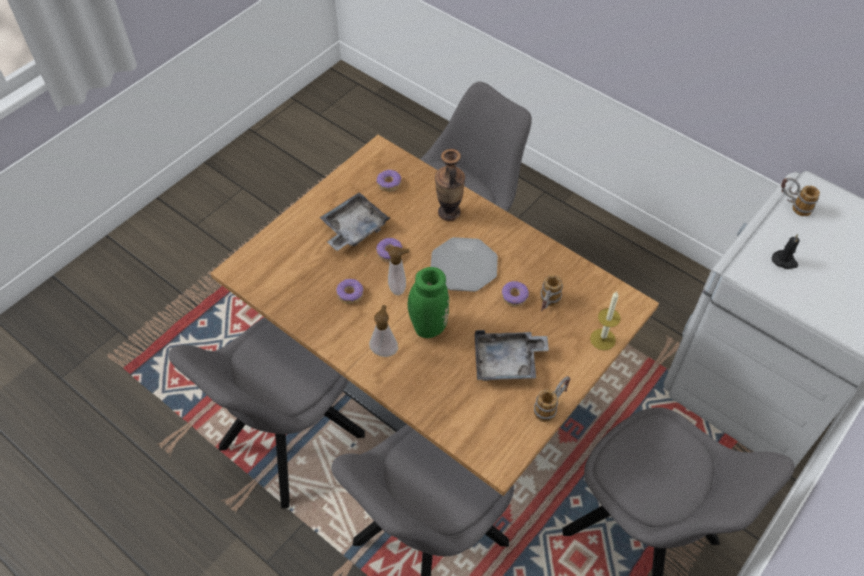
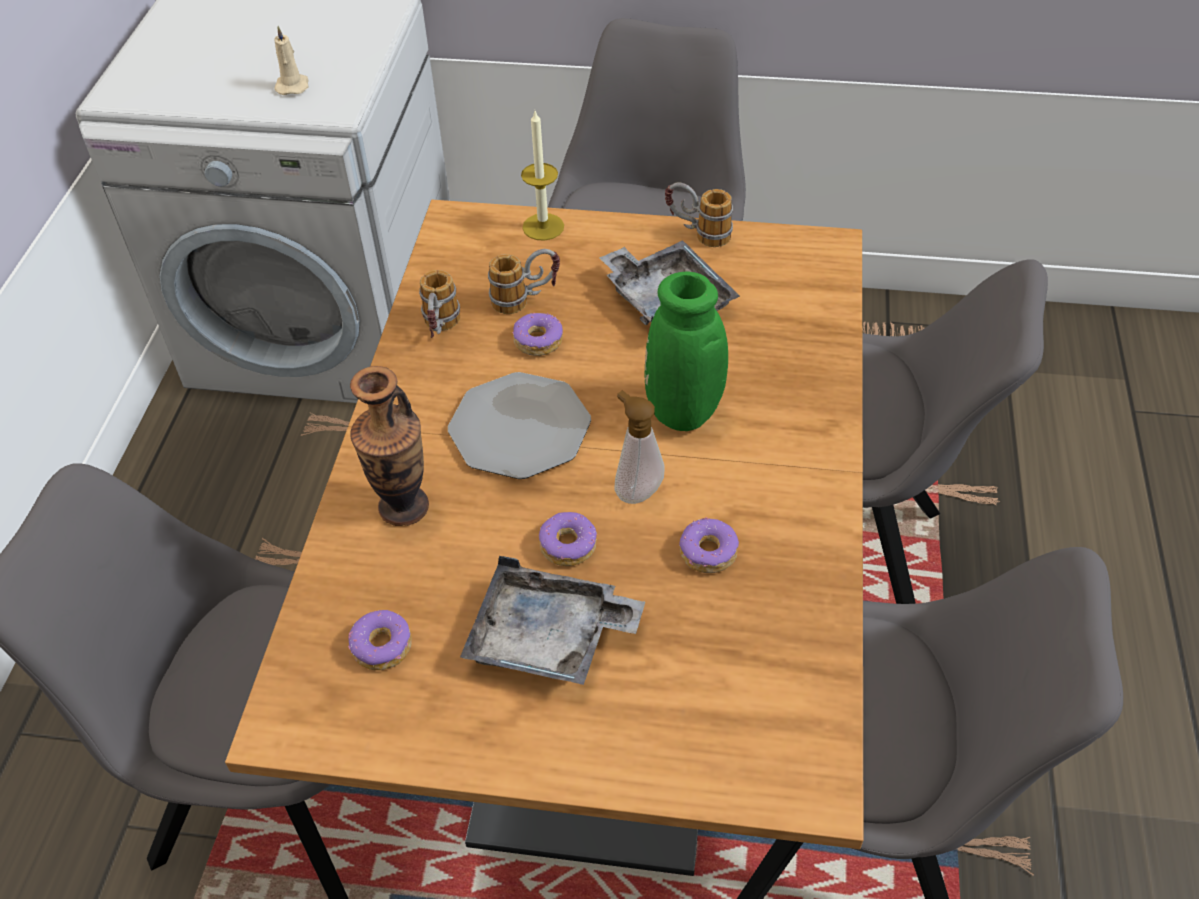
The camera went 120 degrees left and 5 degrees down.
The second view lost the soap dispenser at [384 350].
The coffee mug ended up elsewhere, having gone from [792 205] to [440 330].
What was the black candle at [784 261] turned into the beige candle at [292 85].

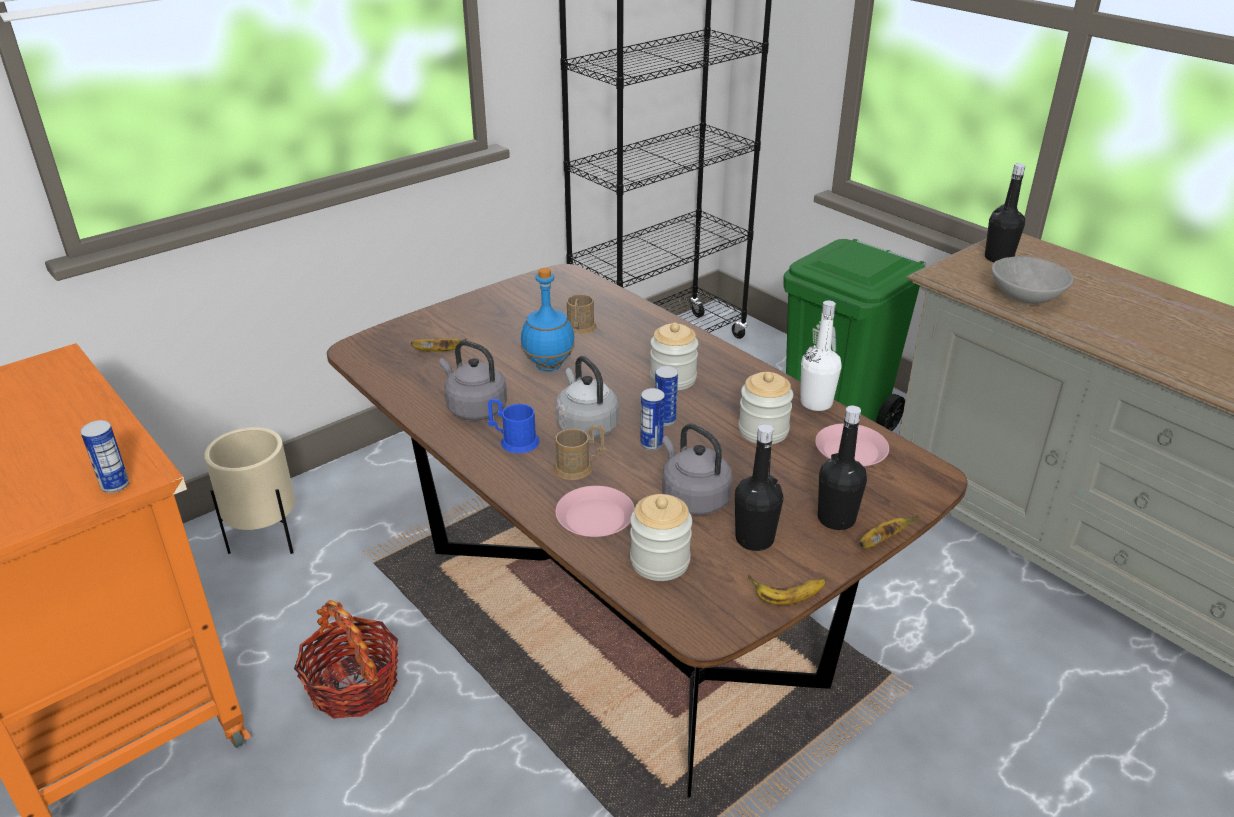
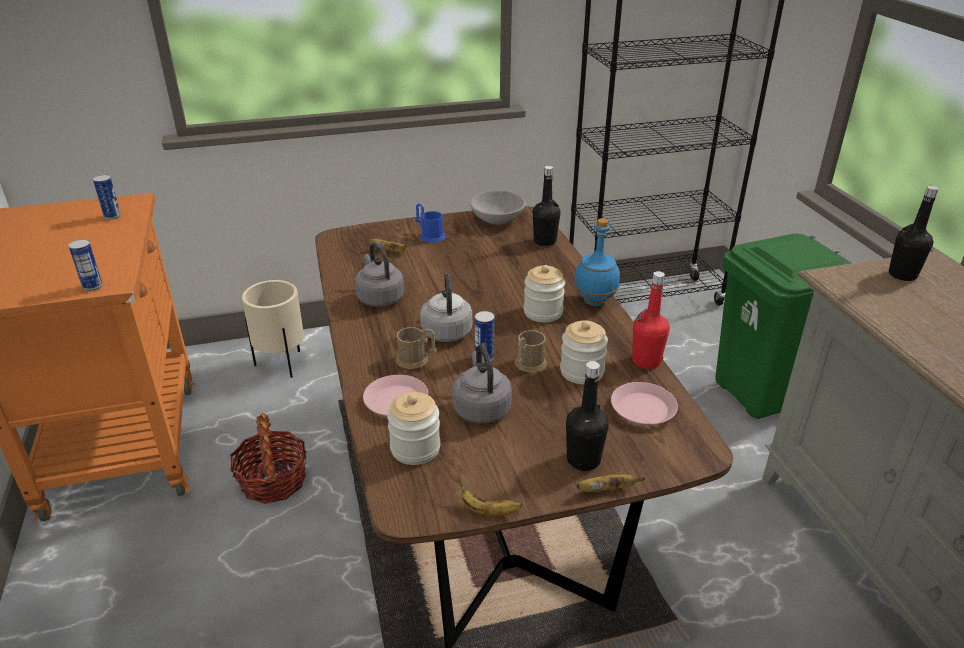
The camera went 25 degrees right and 0 degrees up.
The blue-coloured coffee mug ended up elsewhere, having gone from [514 441] to [429 235].
The blue-coloured beverage bottle ended up elsewhere, having gone from [549 365] to [595 301].
The brownish coffee mug ended up elsewhere, having gone from [579 329] to [528 365].
The can ended up elsewhere, having gone from [665 420] to [112 216].
The black beverage bottle ended up elsewhere, having gone from [754 539] to [545 241].
The grey deep dish ended up elsewhere, having gone from [1026 297] to [497 219].
What was the whitish beverage bottle at [816 403] turned into the red-coloured beverage bottle at [646 361].

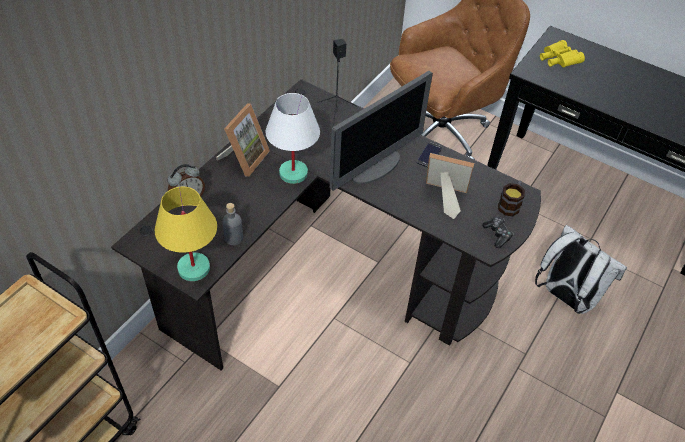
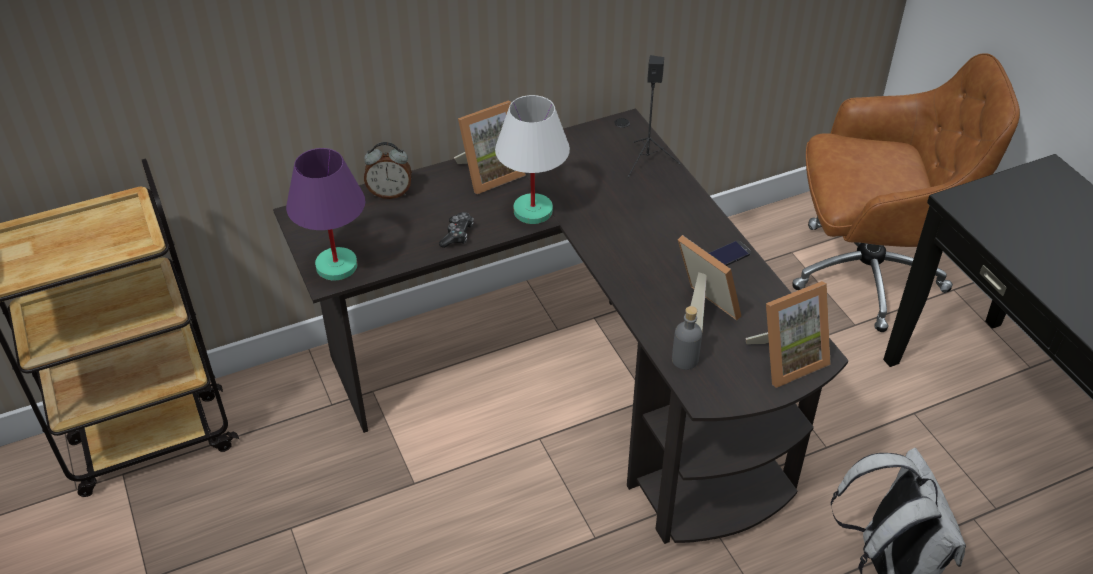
The camera went 35 degrees right and 5 degrees down.
The second view lost the computer display at [376 167].
The second view lost the yellowish pair of binoculars at [557 61].
The grey beverage bottle ended up elsewhere, having gone from [234 238] to [685 360].
The joypad ended up elsewhere, having gone from [497 234] to [457 235].
Where the coffee mug stood at [510 204], the picture frame came to stand at [786 359].
What was the yellowish lamp for a table at [194 267] turned into the purple-coloured lamp for a table at [337 266].

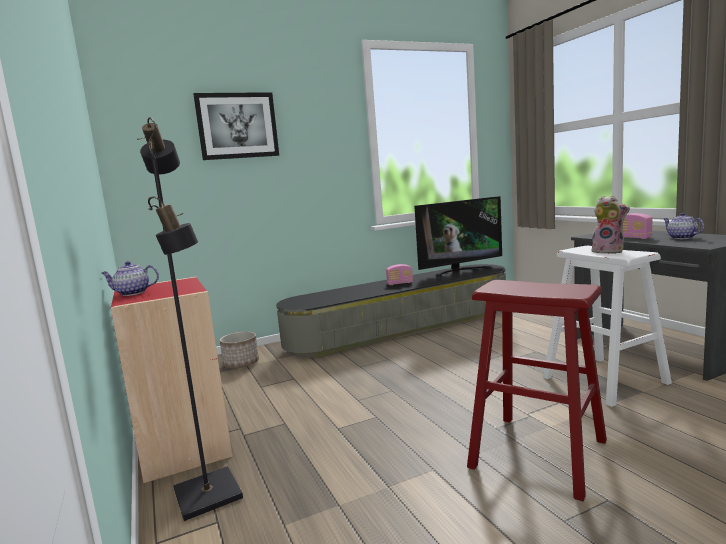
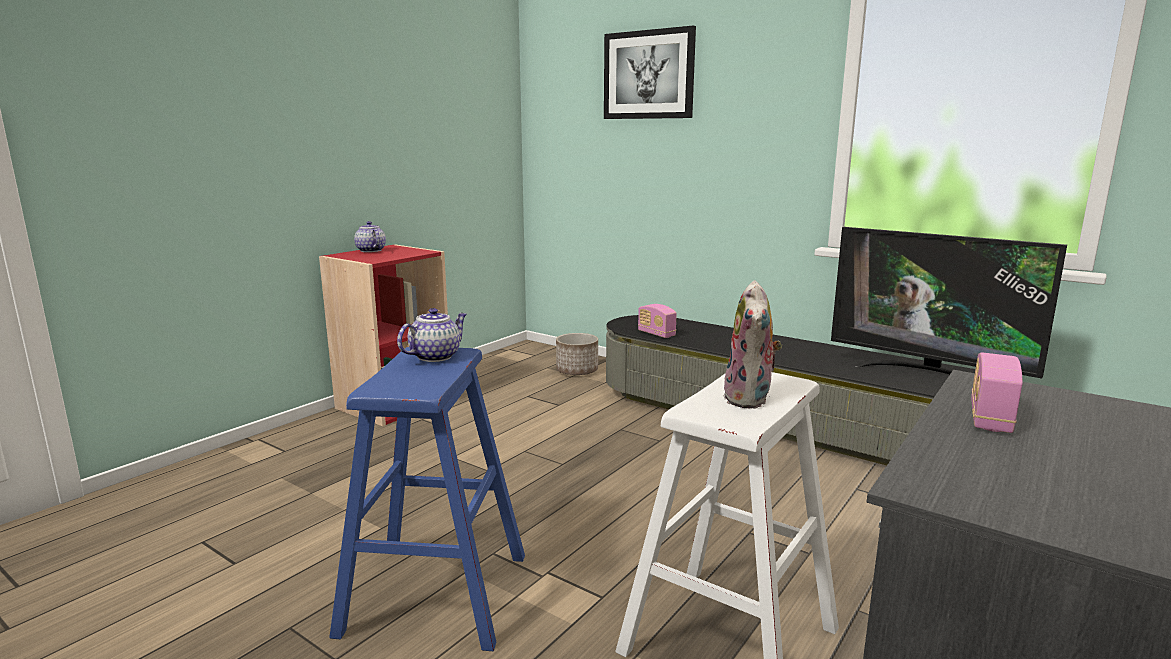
The camera went 60 degrees right and 5 degrees up.
The second view lost the black floor lamp at [207 494].
The radio ended up elsewhere, having gone from [400 283] to [656 334].
The teapot ended up elsewhere, having gone from [681 238] to [435 356].
What was the red-coloured sitting stool at [538 453] turned into the blue-coloured sitting stool at [436 593].

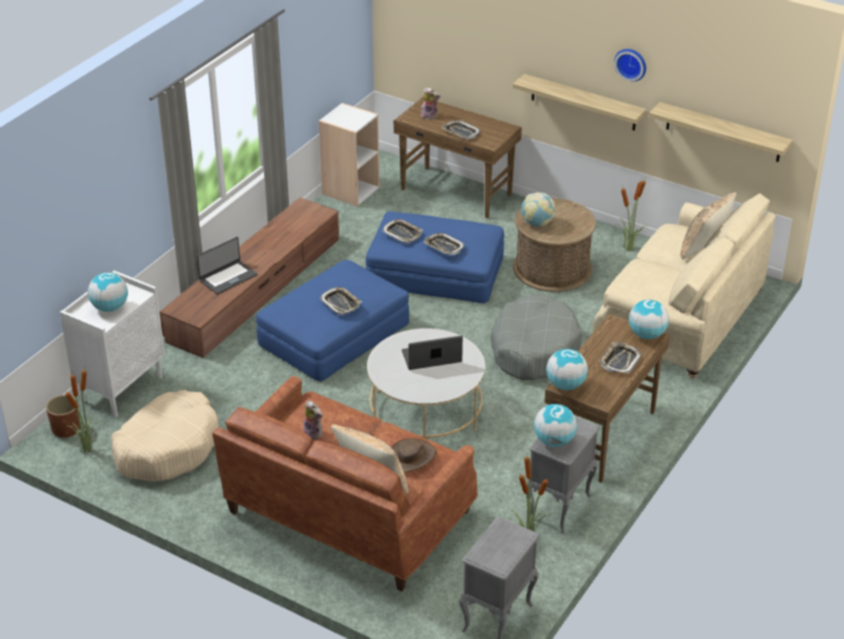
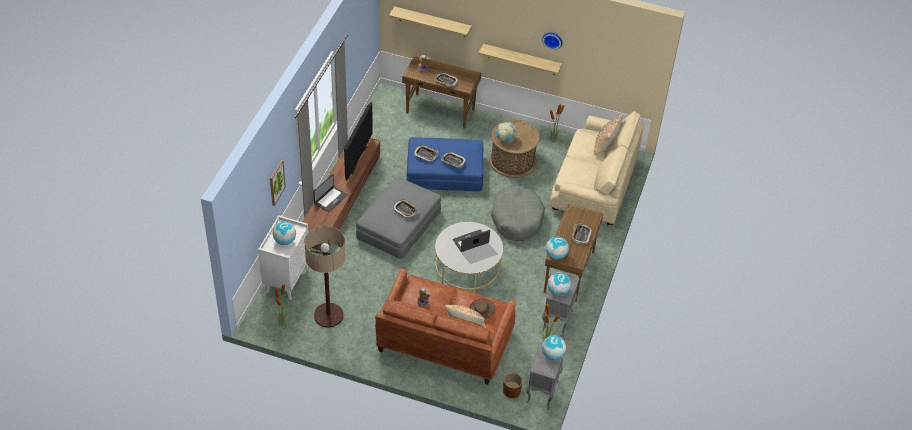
The camera went 15 degrees left and 10 degrees up.
The second view lost the bookcase at [351 190].
The second view gained the picture at [276 182].
The second view gained the television at [358 160].
The brownish flower pot ended up elsewhere, having gone from [66 429] to [511 391].
The globe ended up elsewhere, having gone from [647 335] to [552 355].
The bracket shelf ended up elsewhere, having gone from [723 132] to [432 22].
Where the beige pet bed stood at [167 448], the floor lamp came to stand at [328 315].
What was the blue-coloured ottoman at [334 334] turned into the grey ottoman at [399 224].

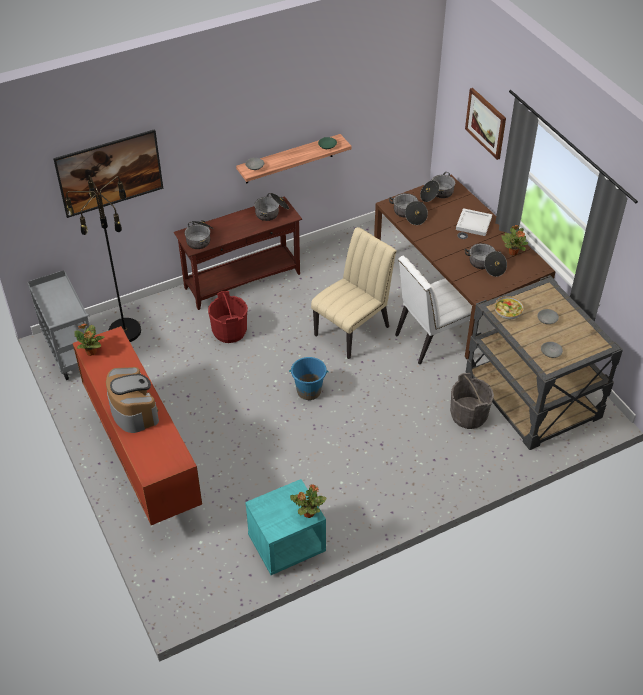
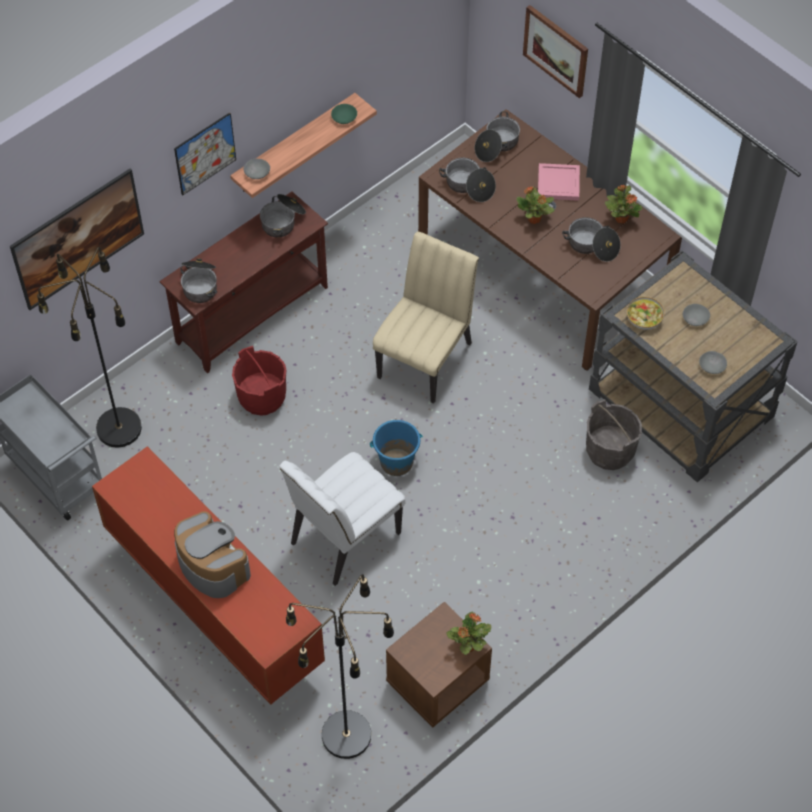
The camera went 15 degrees left and 10 degrees up.
The second view gained the picture at [205 153].
The second view gained the floor lamp at [346 736].
The houseplant ended up elsewhere, having gone from [91 352] to [534 219].
The whitish upright chair ended up elsewhere, having gone from [433 338] to [346 537].
What was the blue-green nightstand at [286 545] turned into the brownish nightstand at [437 682].
What was the whitish serving tray at [473 224] turned into the pink serving tray at [557 184].

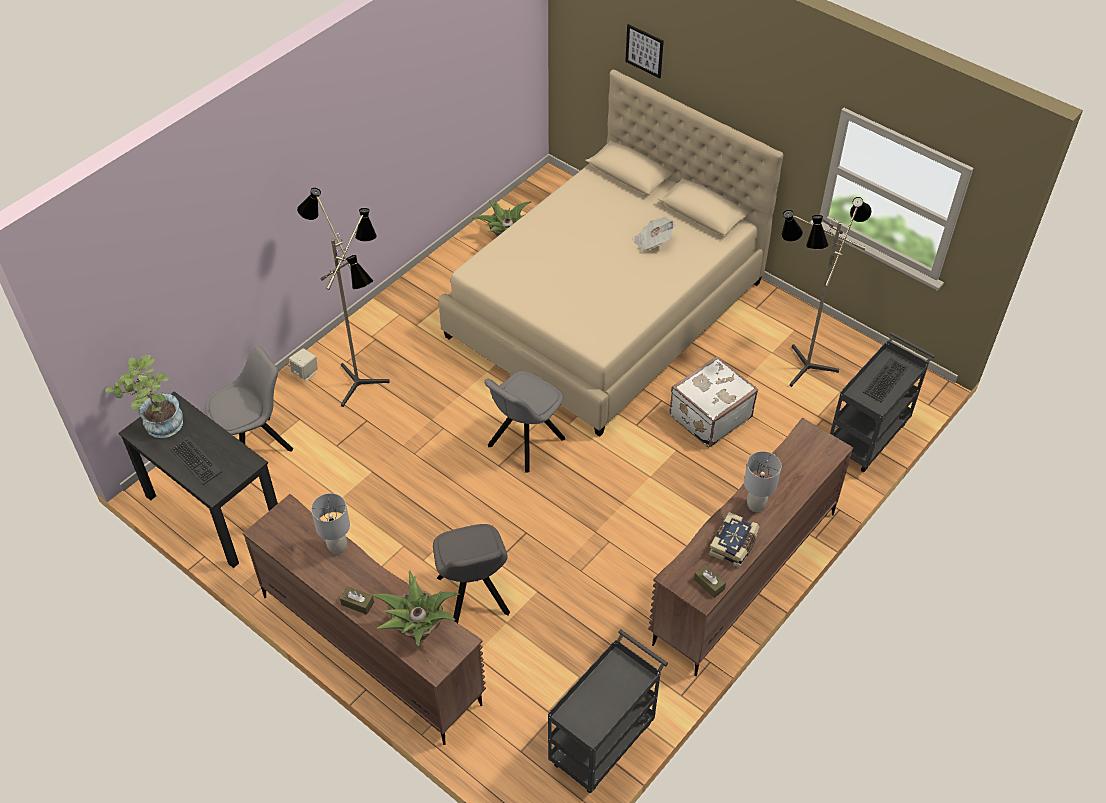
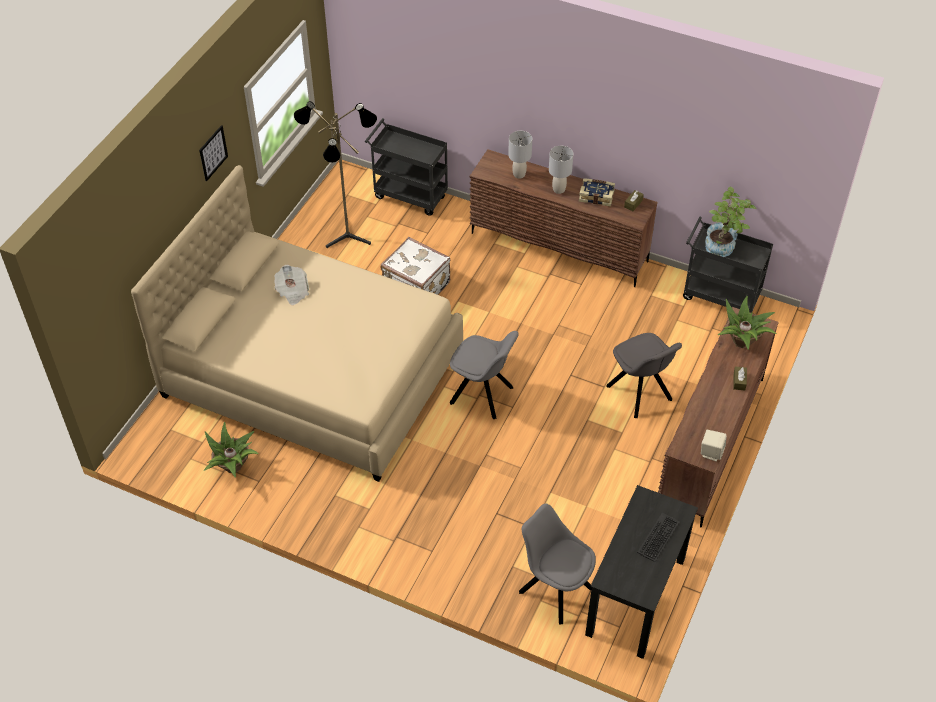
The camera went 105 degrees left and 0 degrees up.
The second view lost the floor lamp at [363 381].
The second view lost the PC keyboard at [886 380].
The houseplant ended up elsewhere, having gone from [158 426] to [723 249].
The beige loudspeaker ended up elsewhere, having gone from [305 373] to [711 452].
The grey lamp for a table ended up elsewhere, having gone from [338 547] to [518 174].
The picture ended up elsewhere, having gone from [644 51] to [213 153].
The grey upright chair at [473 596] ended up facing another way, 90 degrees clockwise from before.

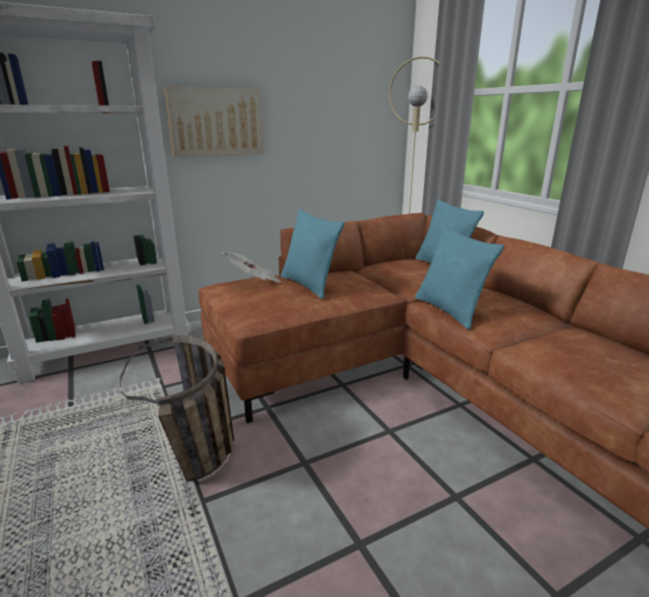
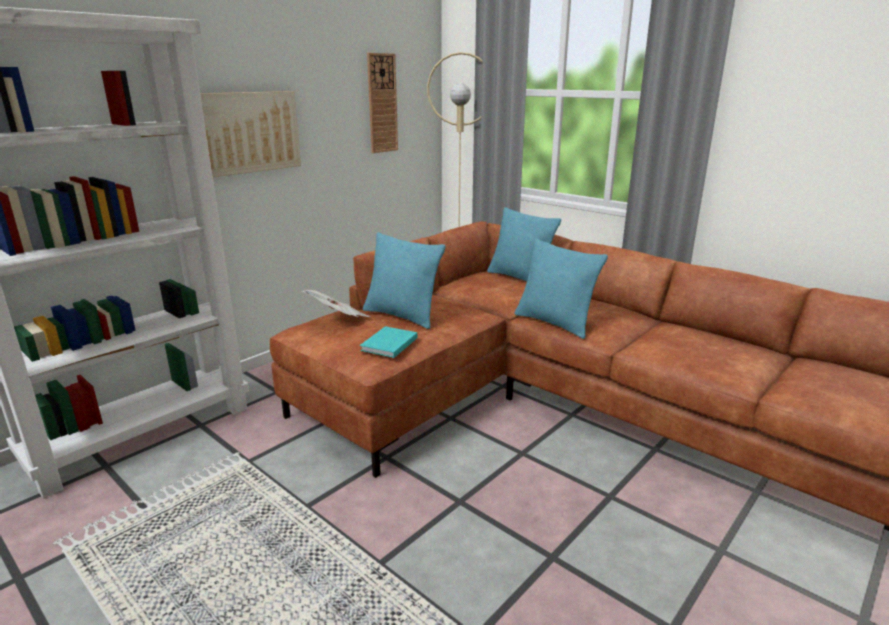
The camera went 20 degrees left and 0 degrees up.
The second view lost the basket at [202 464].
The second view gained the blue-green book at [388 344].
The second view gained the clock on the wall at [382 103].

